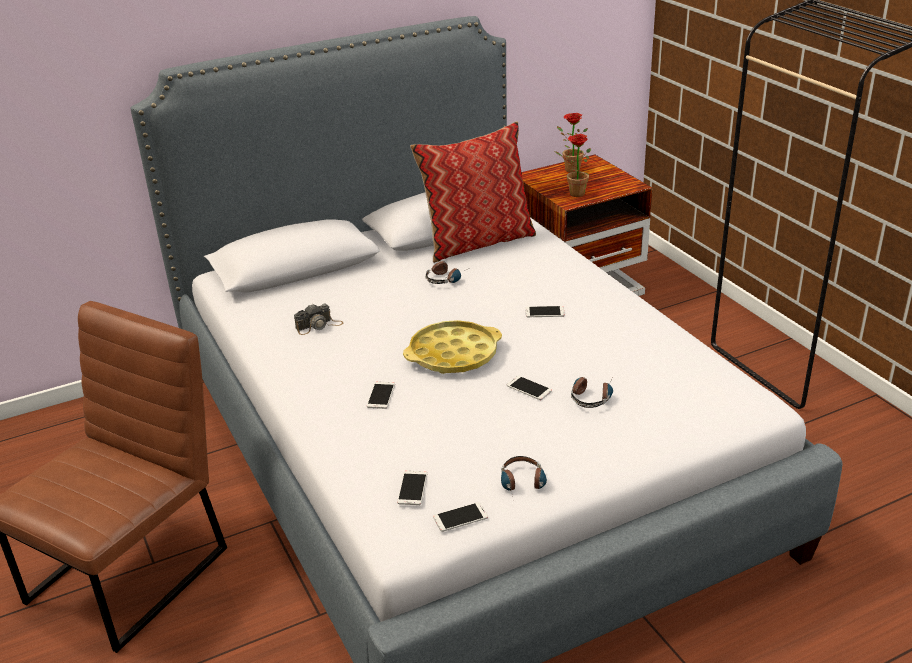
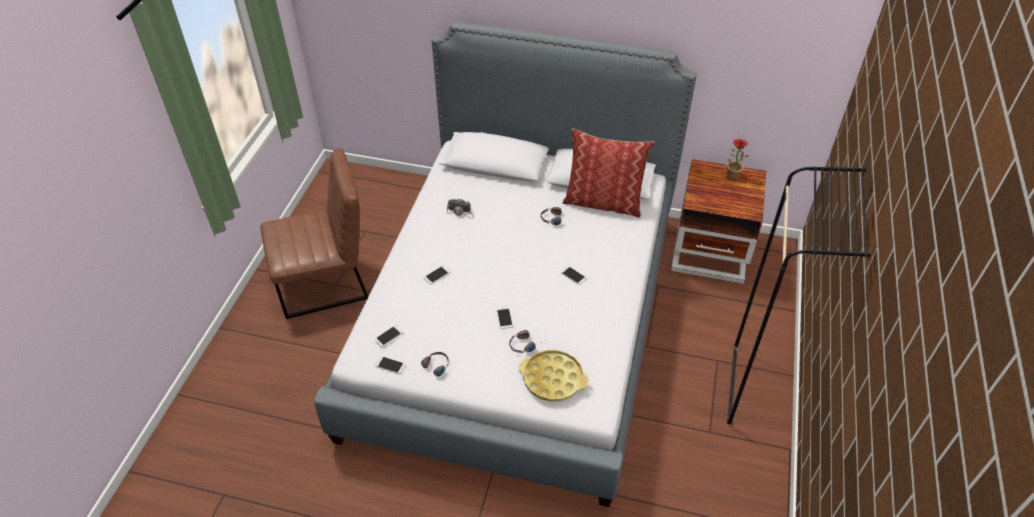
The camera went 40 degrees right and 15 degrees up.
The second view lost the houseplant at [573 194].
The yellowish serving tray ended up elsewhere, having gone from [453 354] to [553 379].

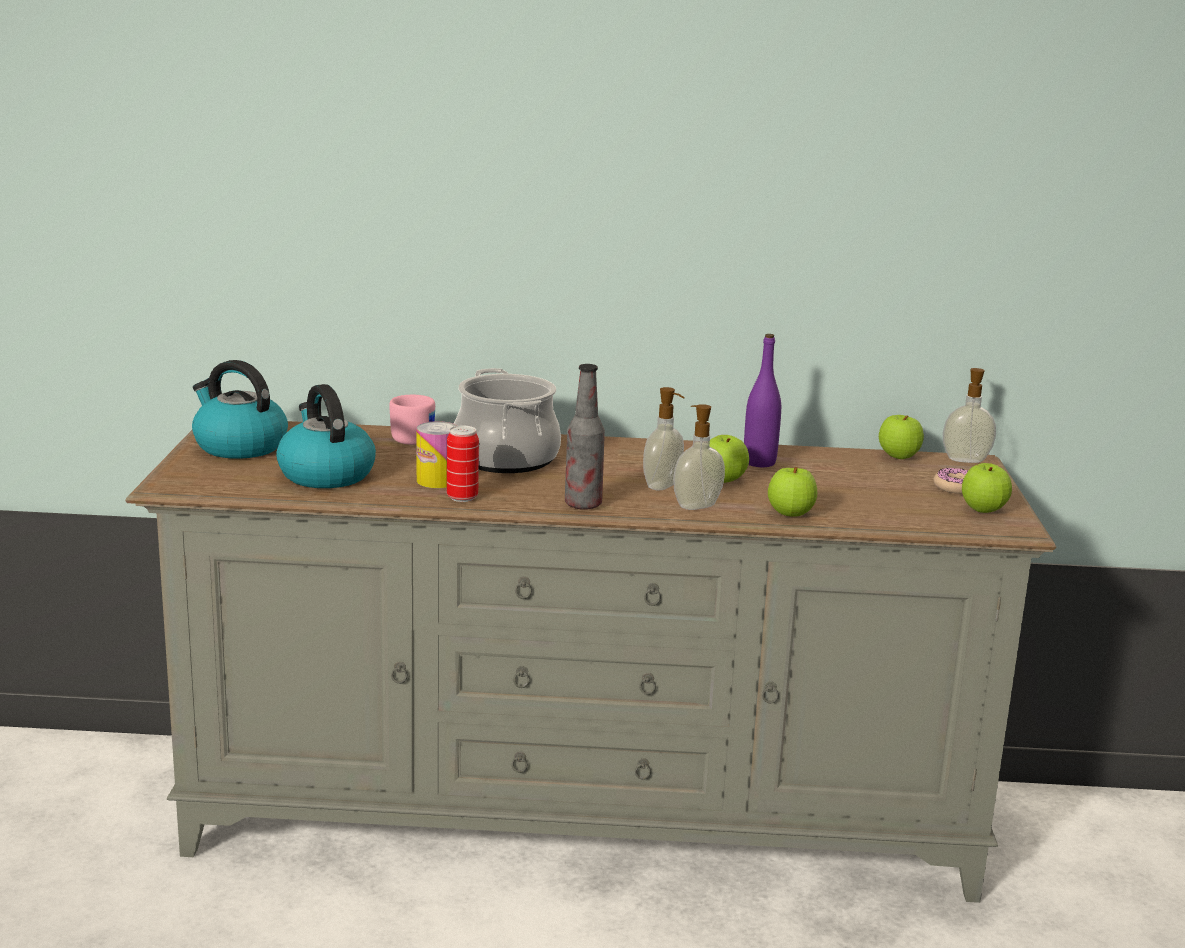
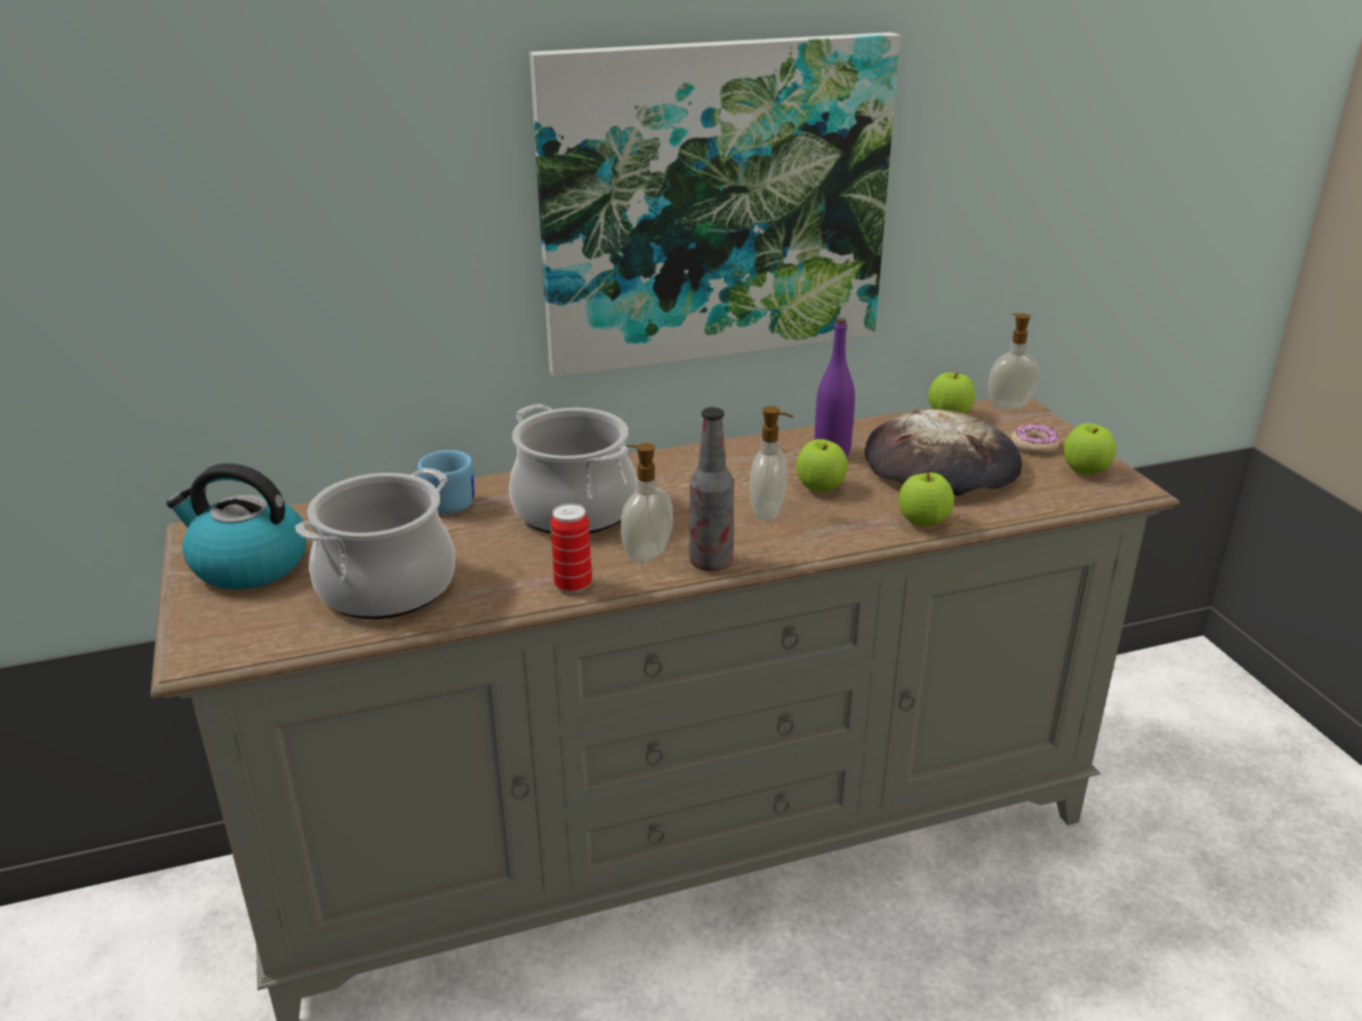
The camera went 20 degrees left and 10 degrees up.
The second view lost the can at [437 480].
The second view gained the picture at [715 204].
The second view gained the bread at [942 466].
The soap dispenser ended up elsewhere, having gone from [696 505] to [646 553].
Where the water kettle stood at [325 474], the cooking pot came to stand at [387 587].
What was the pink coffee mug at [413 438] turned into the blue-coloured coffee mug at [448 501].

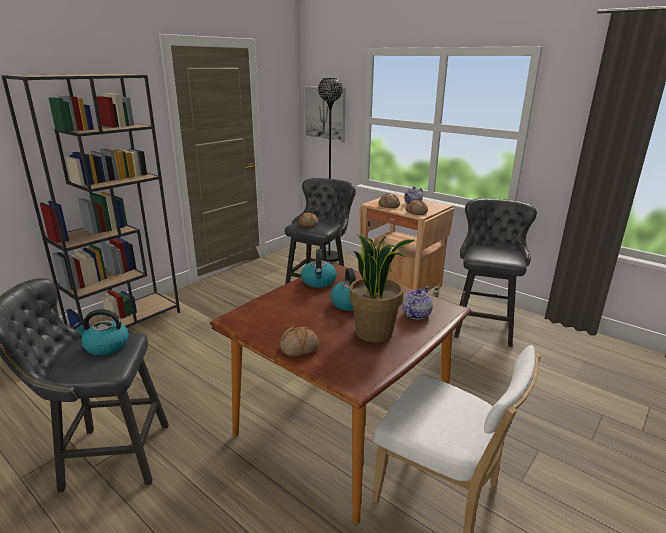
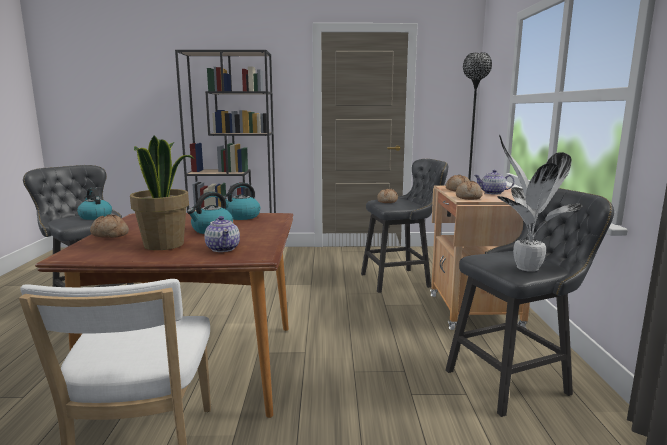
The camera went 50 degrees right and 10 degrees down.
The second view lost the picture at [325 113].
The second view gained the houseplant at [524 267].
The teapot at [415 314] ended up facing another way, 75 degrees clockwise from before.

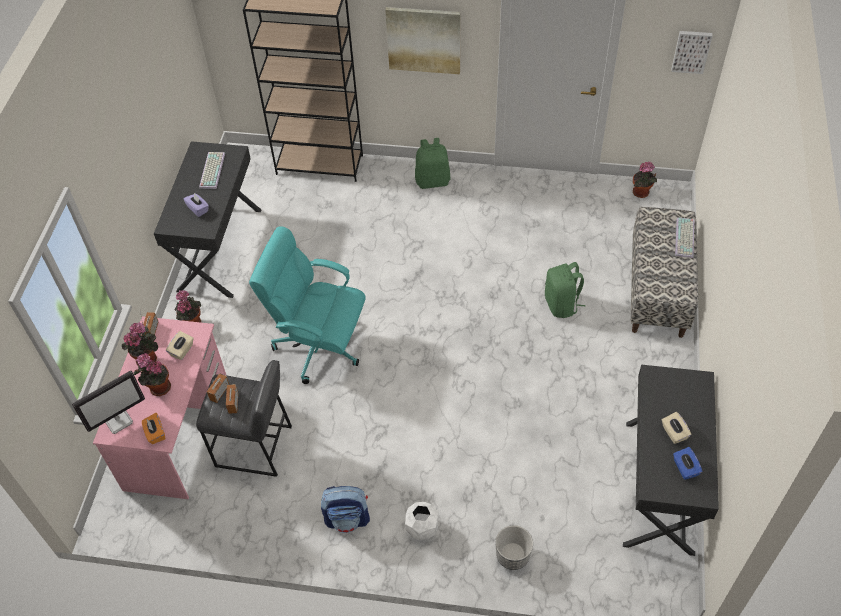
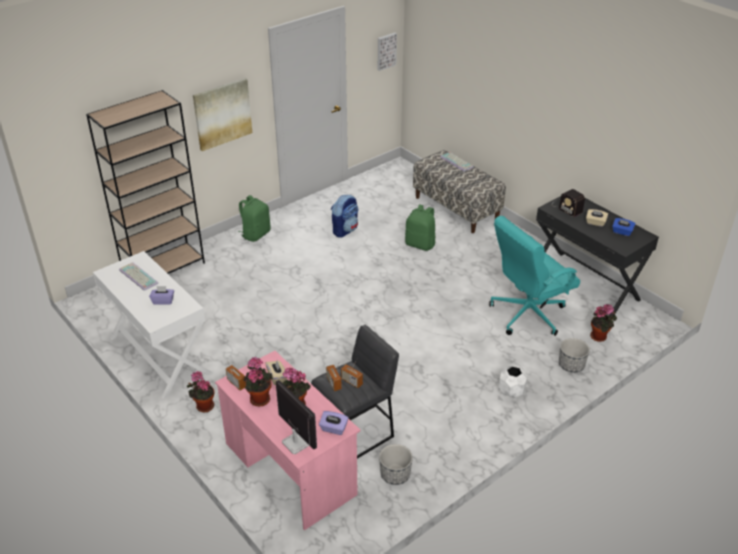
The camera went 50 degrees left and 15 degrees down.
The second view gained the flower pot at [395 475].
The second view gained the radio at [566 207].
The blue-green computer chair ended up elsewhere, having gone from [319 345] to [528 313].
The rucksack ended up elsewhere, having gone from [348 518] to [345 230].
The houseplant ended up elsewhere, having gone from [641 193] to [600 337].
What was the orangey tissue holder at [155 433] turned into the purple-coloured tissue holder at [333 429].
What was the black desk unit at [219 249] turned into the whitish desk unit at [159 355].
The computer display at [119 420] ended up facing another way, 45 degrees counterclockwise from before.

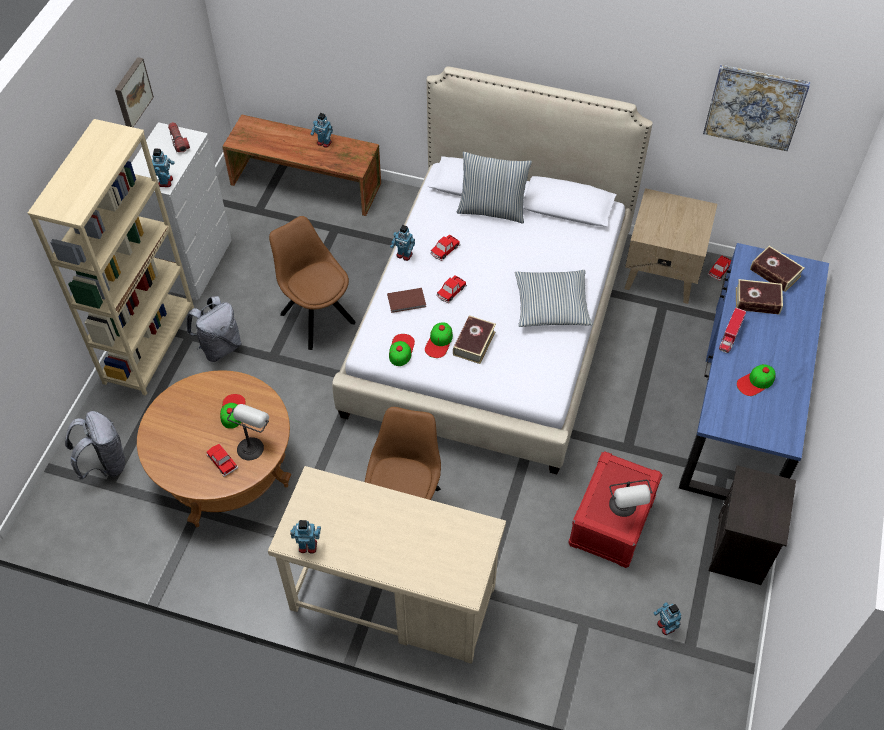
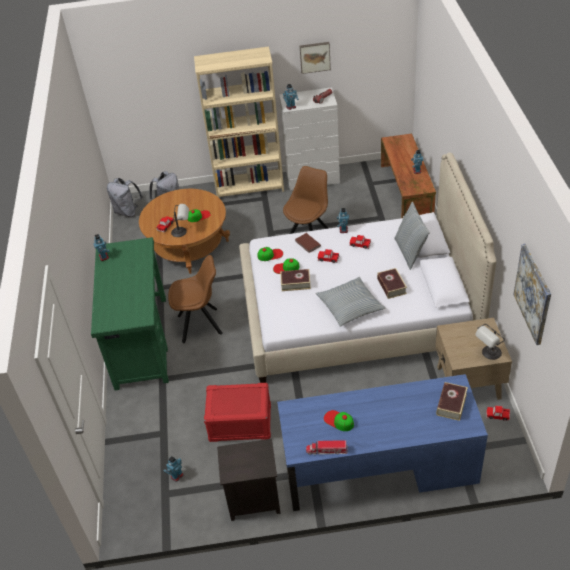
The camera went 70 degrees right and 10 degrees down.
The grey rucksack ended up elsewhere, having gone from [219 347] to [128 211].
The lamp for a table ended up elsewhere, having gone from [625 509] to [489 354].
The toy lorry ended up elsewhere, having gone from [730 334] to [327 450].
The book ended up elsewhere, having gone from [757 301] to [391 286].
What was the beige desk unit at [392 598] turned into the green-coloured desk unit at [140 342].

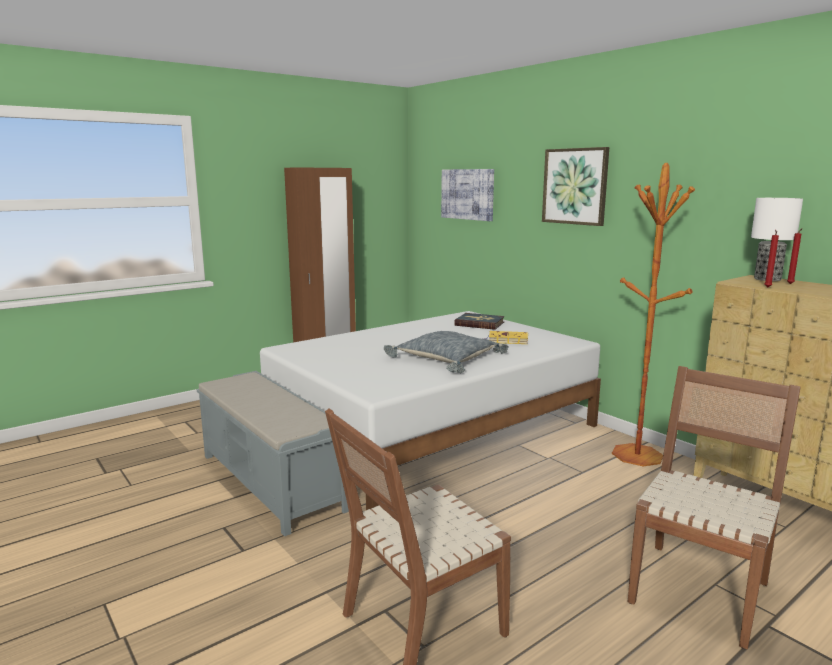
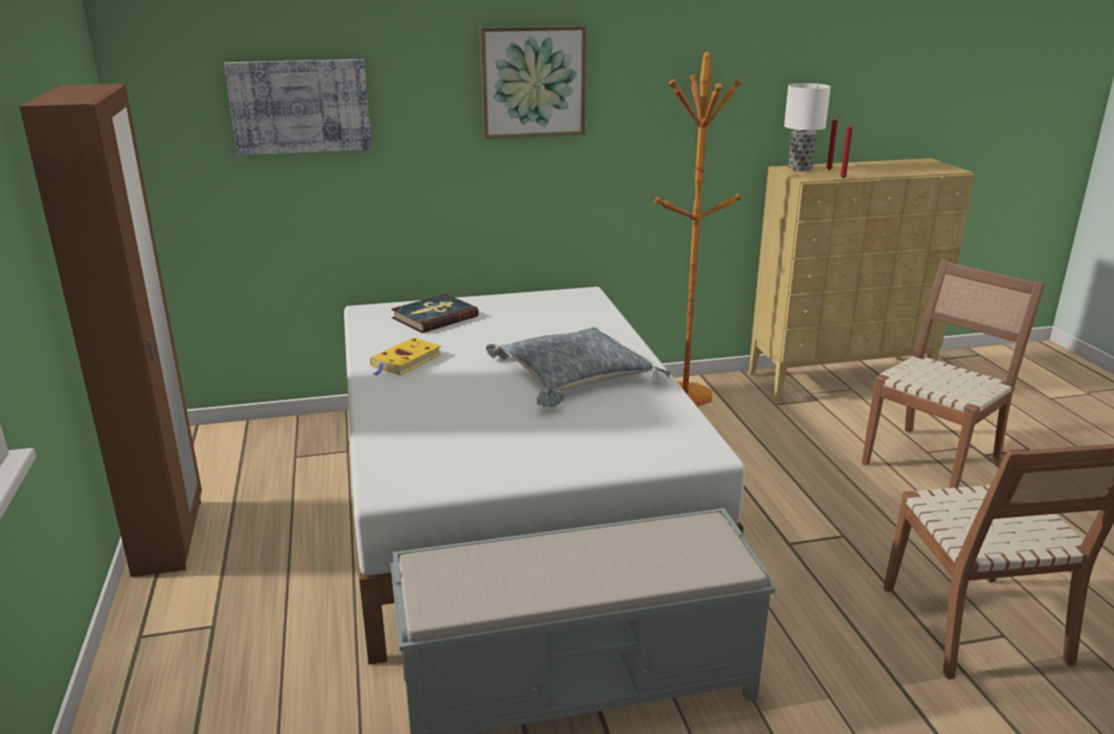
The camera went 65 degrees left and 10 degrees up.
The yellowish book ended up elsewhere, having gone from [506 340] to [405 361].
The upright chair at [700 589] ended up facing another way, 75 degrees clockwise from before.

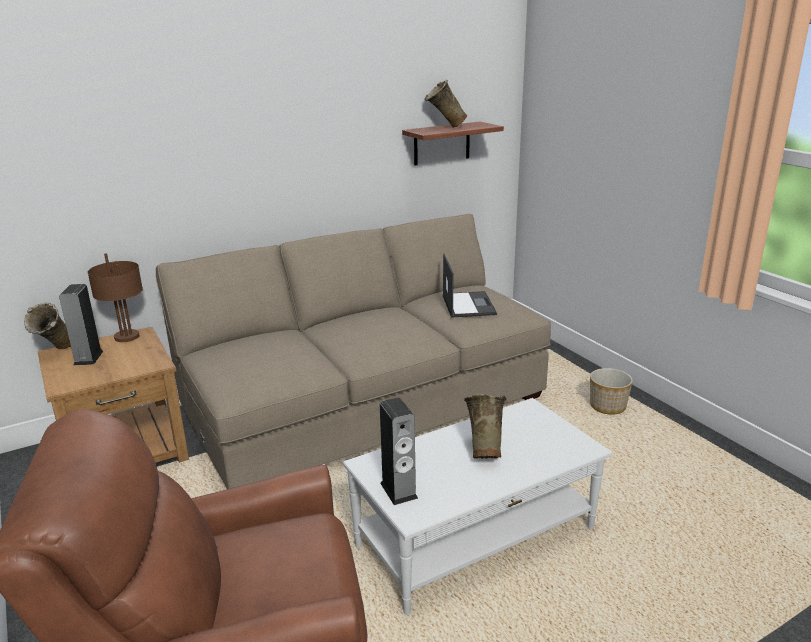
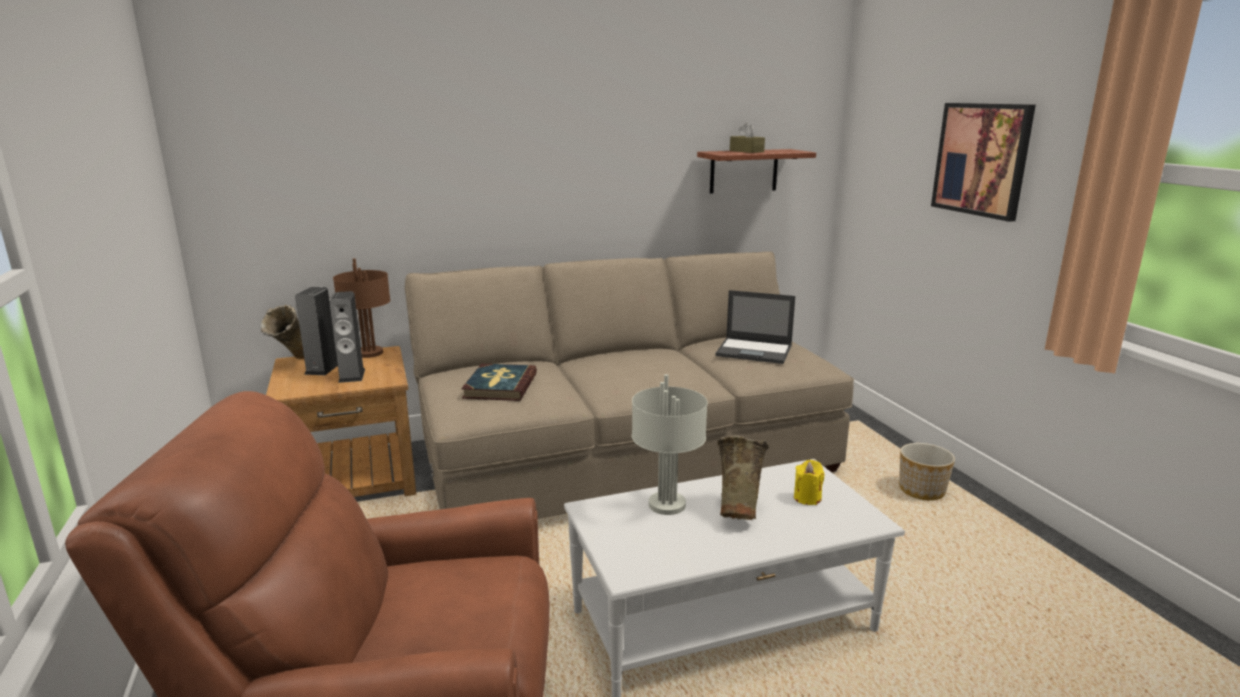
The camera went 10 degrees right and 5 degrees down.
The second view gained the book at [500 386].
The second view gained the grey lamp for a table at [668 505].
The second view gained the yellowish candle at [807 498].
The second view gained the picture at [981 159].
The loudspeaker ended up elsewhere, having gone from [398 490] to [352 376].
Where the beige vase stood at [444 128], the brownish tissue holder came to stand at [746 151].
The portable computer at [468 304] ended up facing another way, 105 degrees clockwise from before.

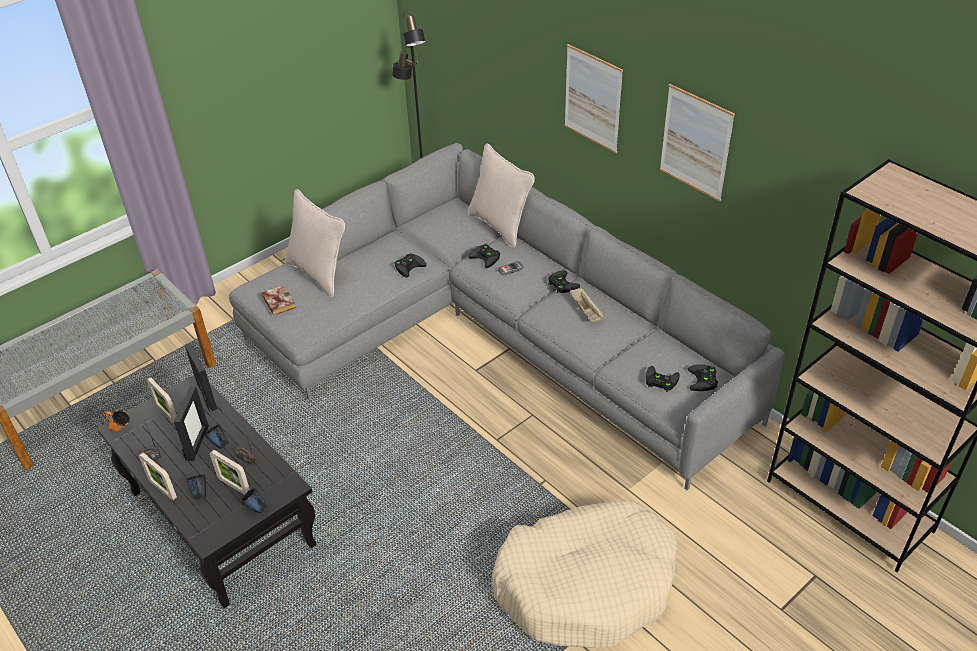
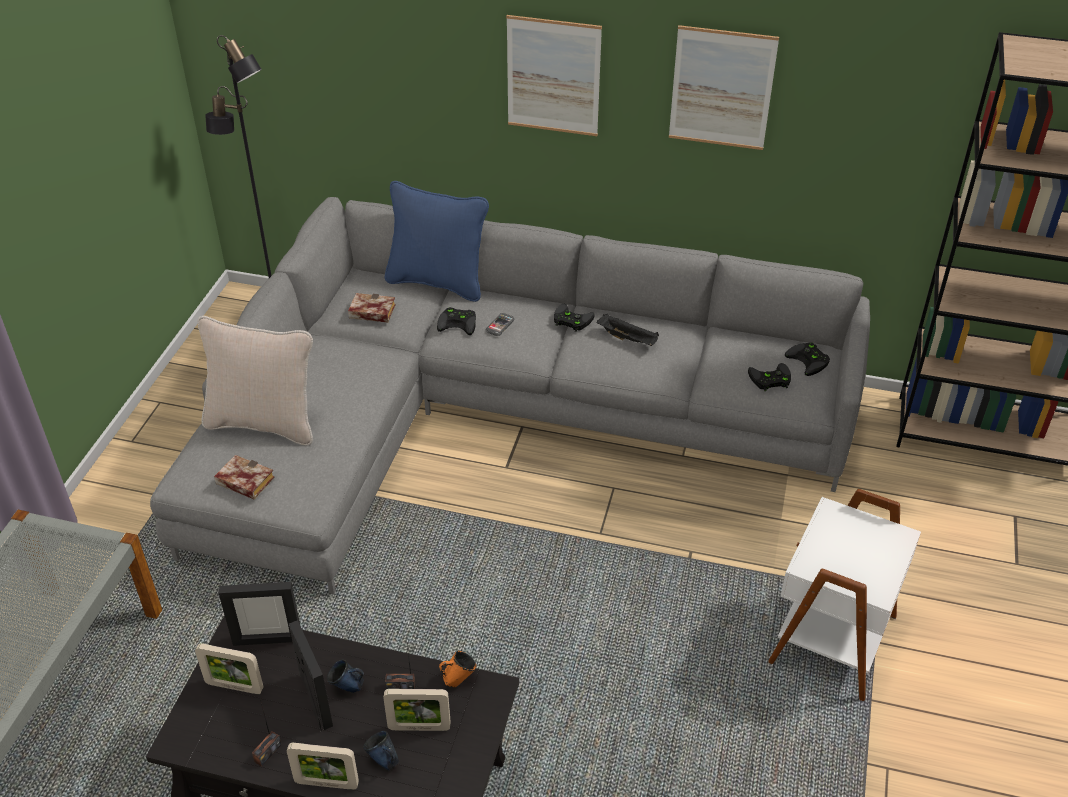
The camera went 35 degrees left and 0 degrees up.
The second view lost the blue-coloured coffee mug at [256 509].
The second view lost the black joypad at [409 266].
The second view gained the book at [370 312].
The orangey coffee mug ended up elsewhere, having gone from [120 429] to [458 679].
Where the beige pet bed stood at [586 584], the whitish side table came to stand at [830 638].
What was the beige pillow at [500 226] turned into the blue-coloured pillow at [437 282].
What was the beige serving tray at [587 311] turned into the black serving tray at [628 339].
The picture frame at [206 396] ended up facing another way, 150 degrees clockwise from before.

